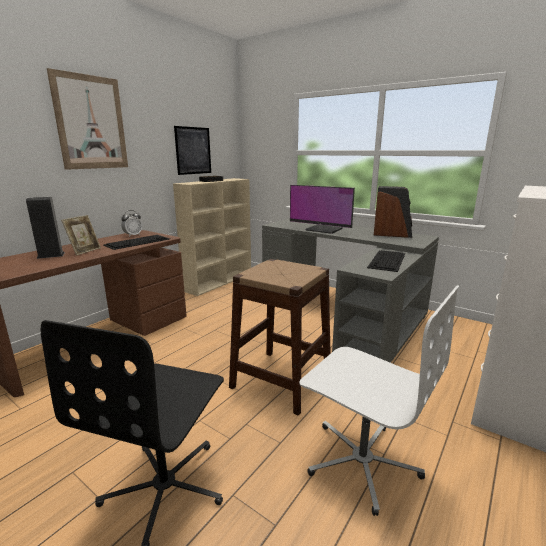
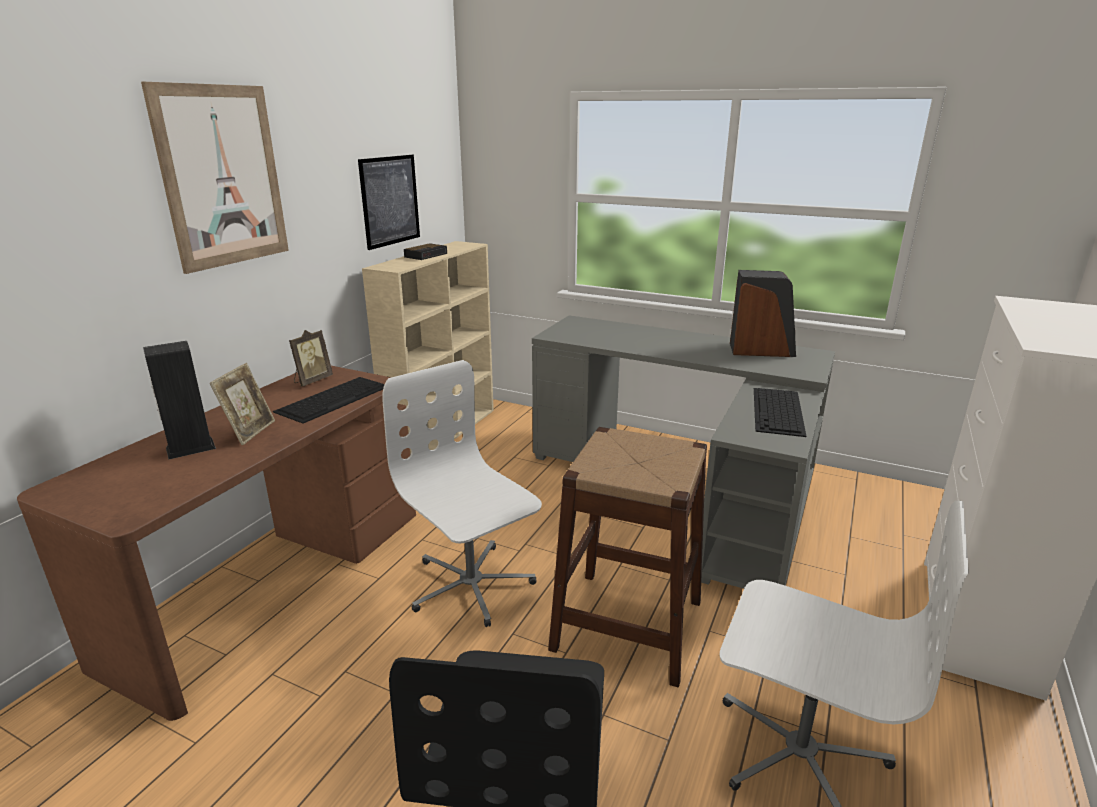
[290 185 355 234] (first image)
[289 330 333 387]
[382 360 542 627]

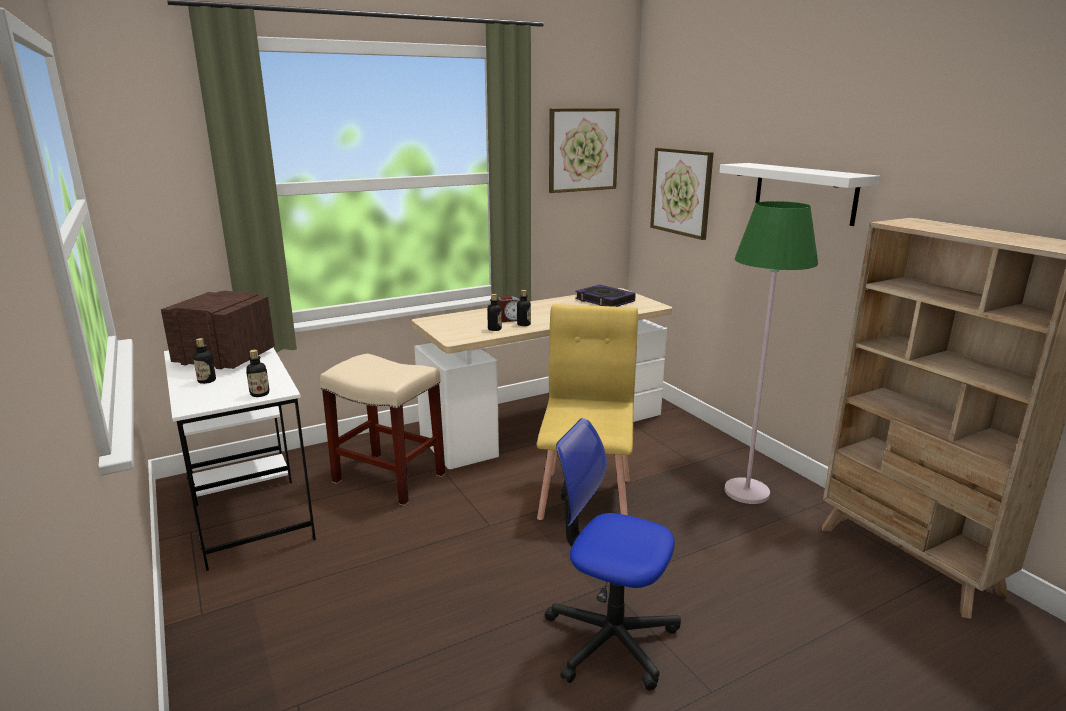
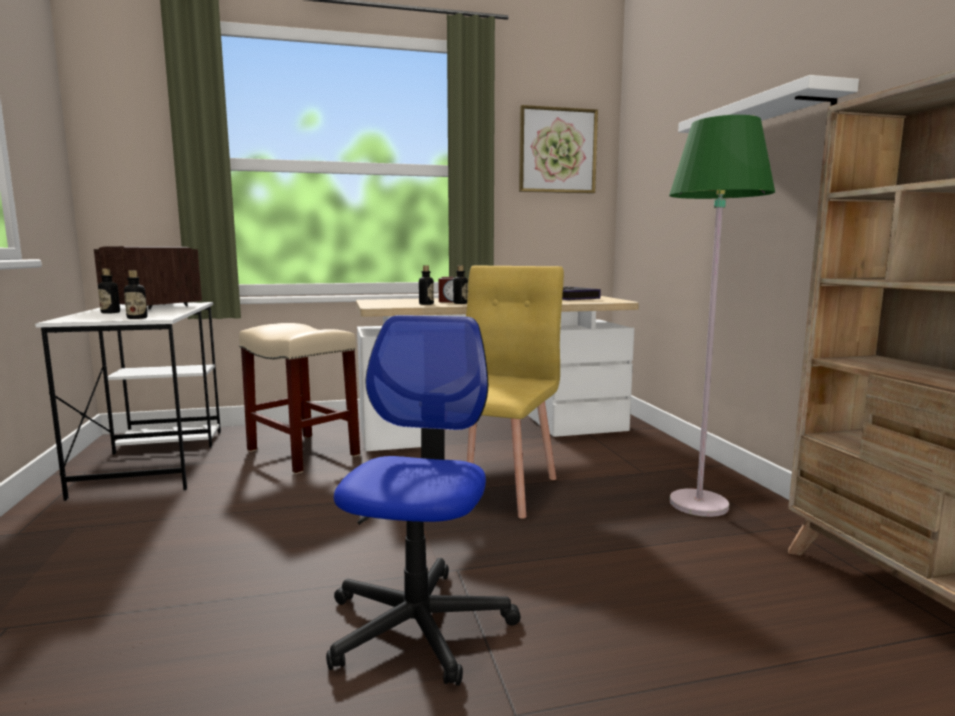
[650 148 714 240] (first image)
[326 315 521 686]

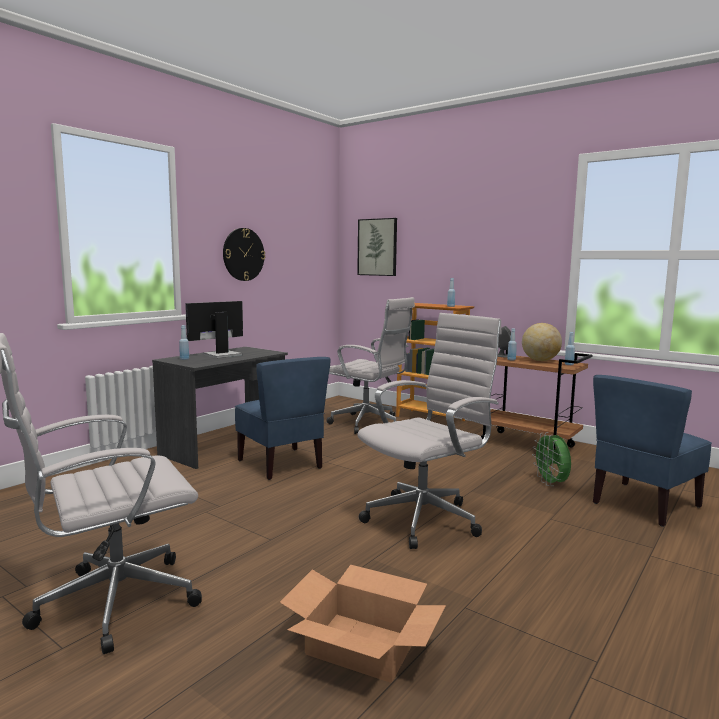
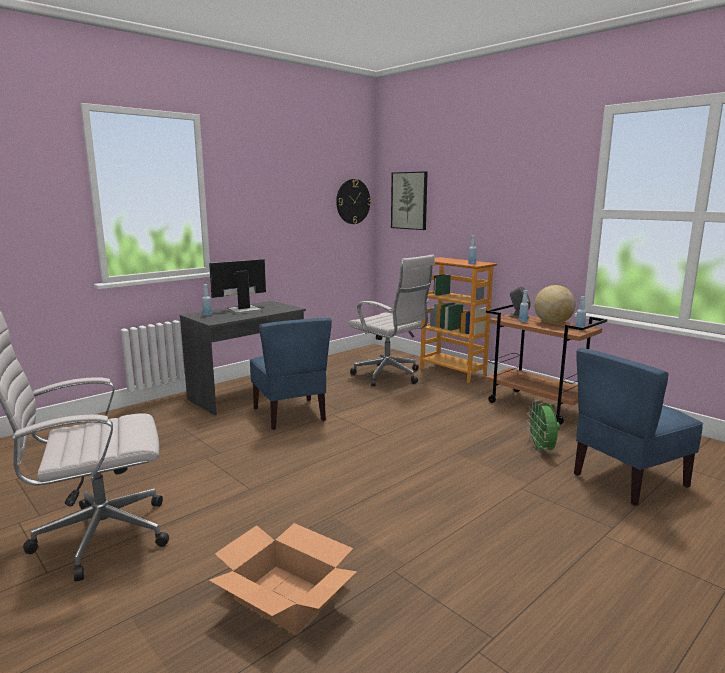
[336 179 371 224]
[357 313 502 549] (first image)

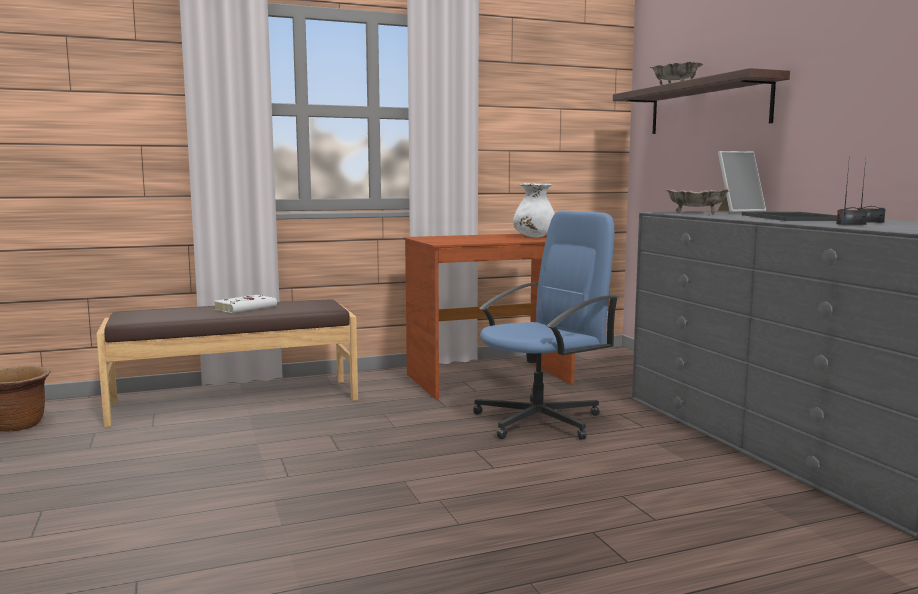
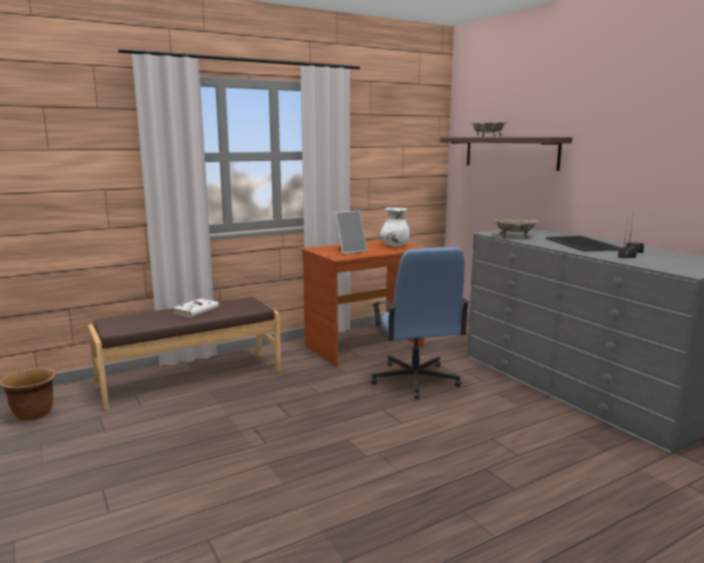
[335 210 367 254]
[371 247 469 399]

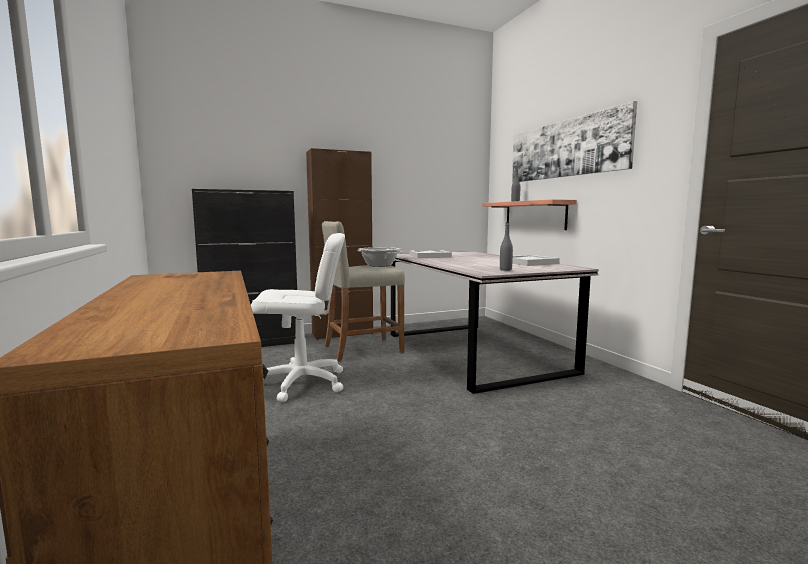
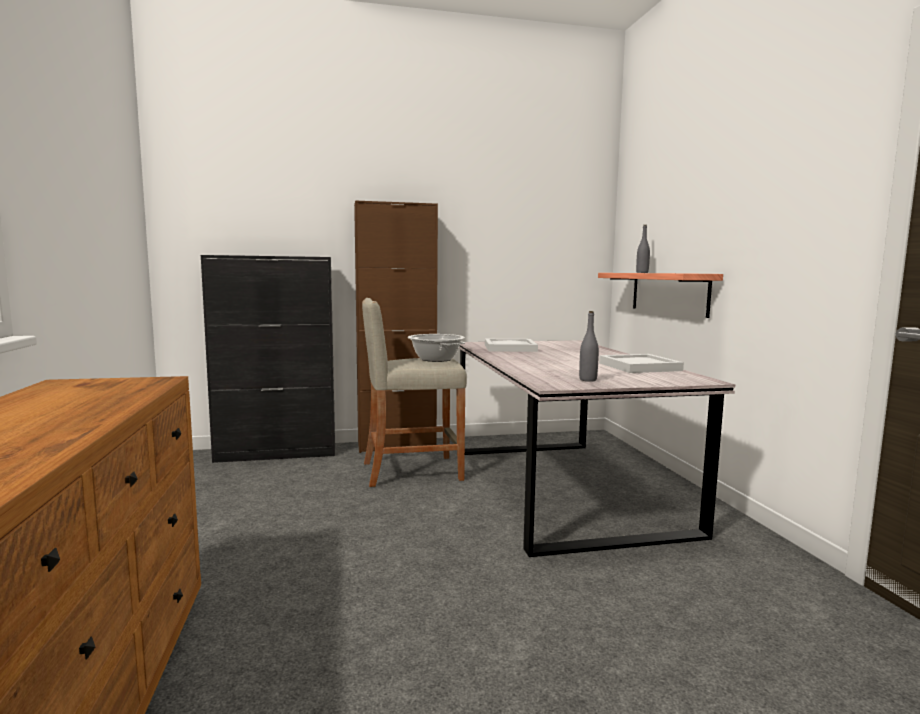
[512 101 637 182] (first image)
[251 233 345 402] (first image)

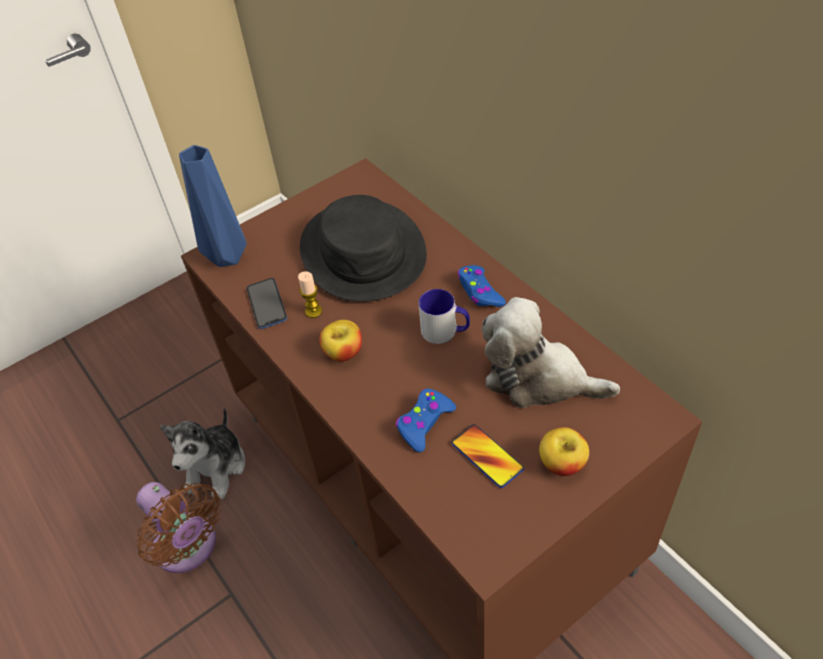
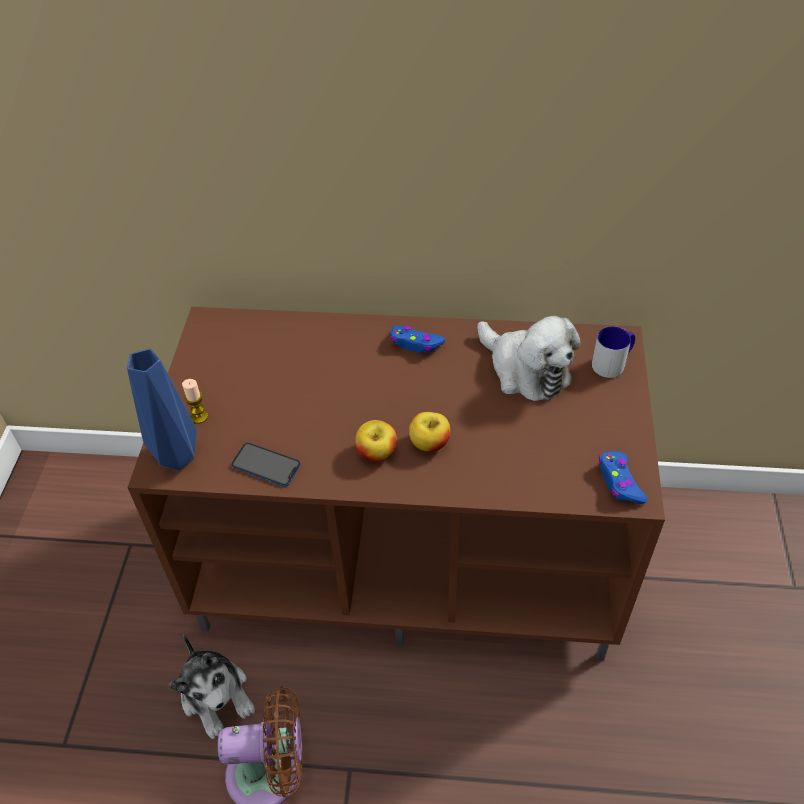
[300 195 427 302] (first image)
[182 379 208 424]
[592 326 635 378]
[477 316 581 401]
[599 451 647 504]
[451 424 524 488] (first image)
[408 412 450 452]

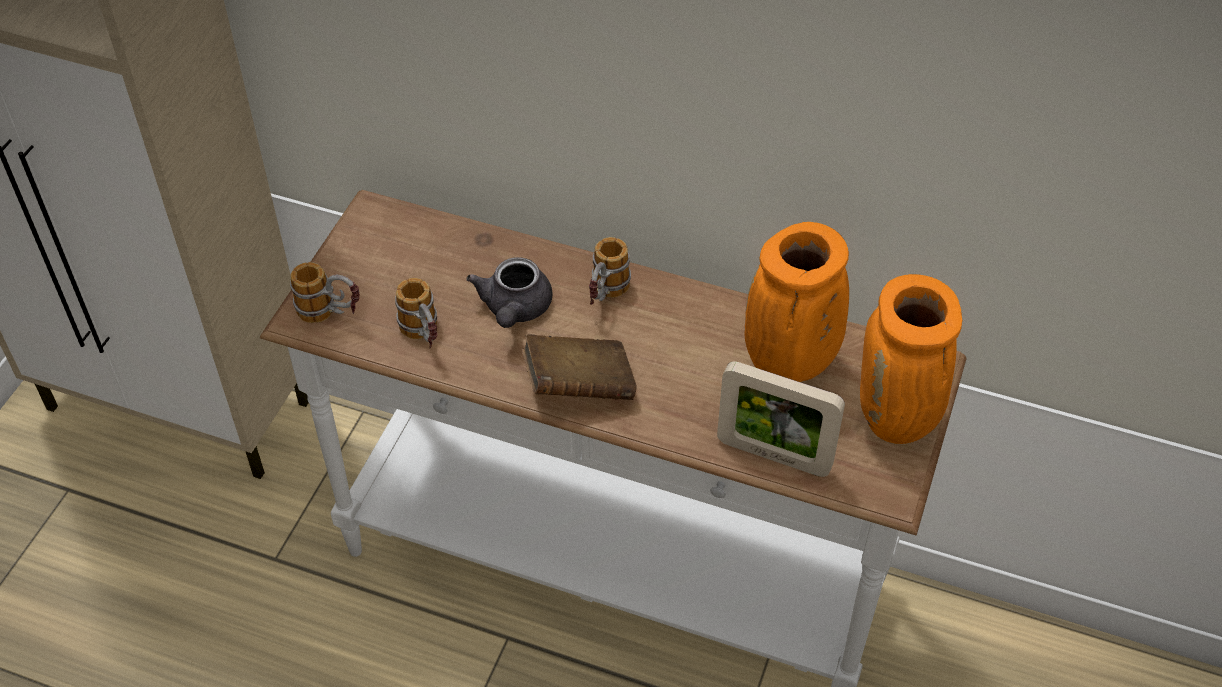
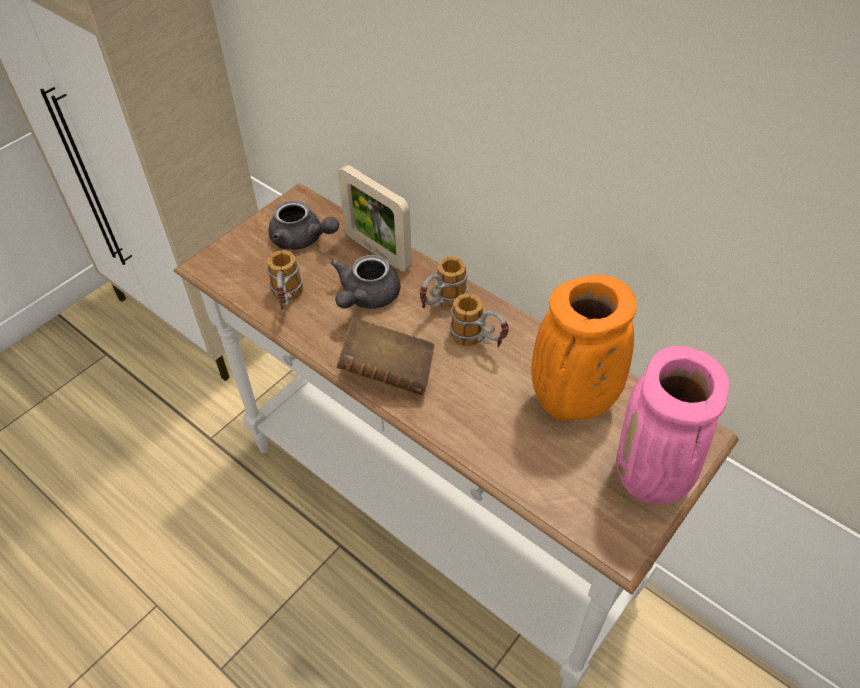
[450 293 509 347]
[616 346 729 505]
[338 165 412 272]
[269 200 339 250]

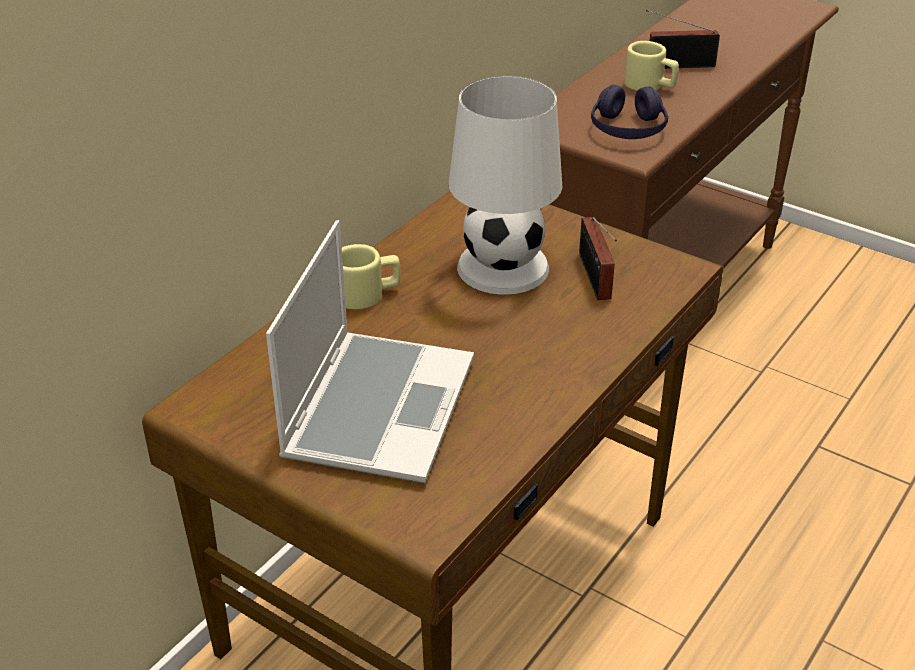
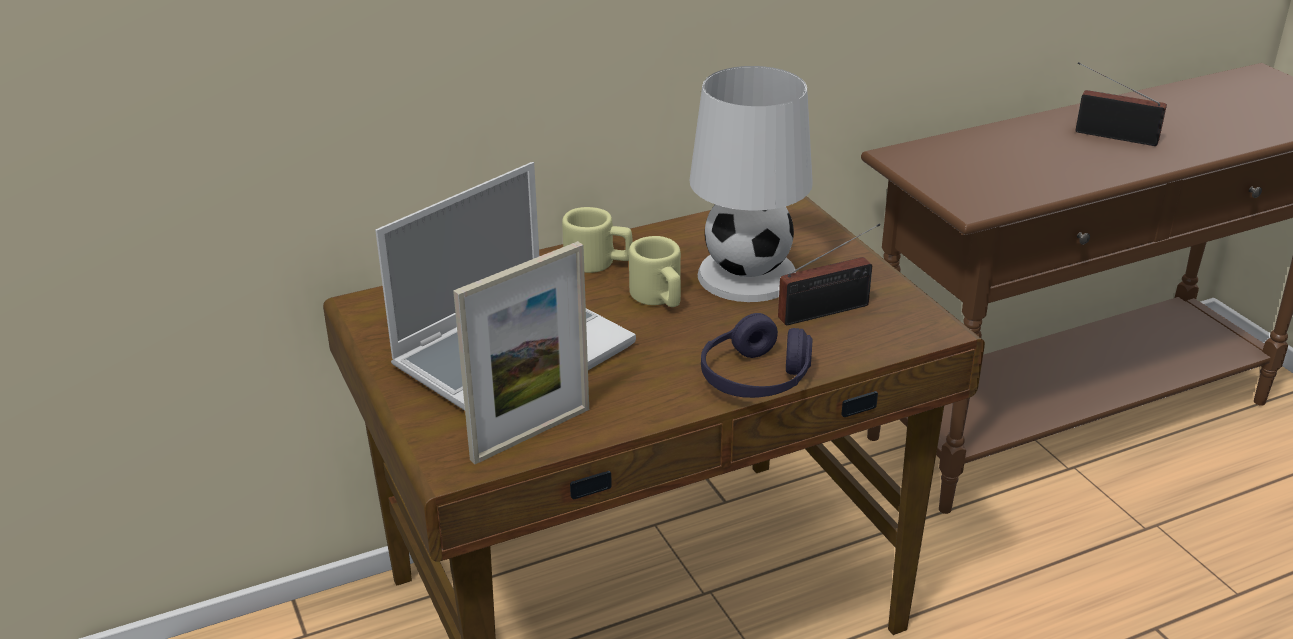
[629 236 681 307]
[701 313 812 398]
[778 224 880 325]
[453 241 589 464]

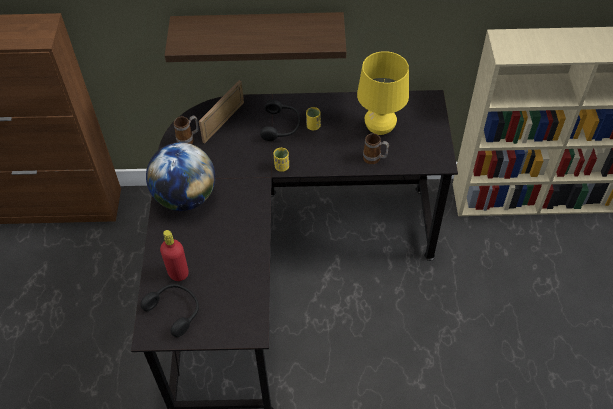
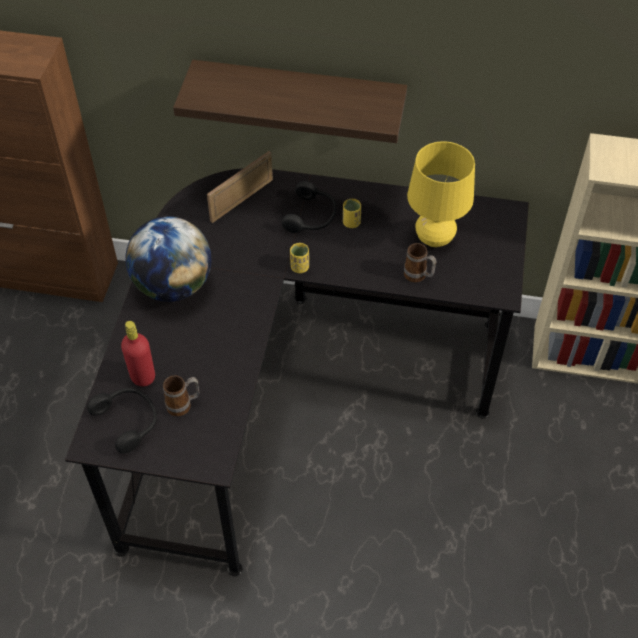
[163 375 199 416]

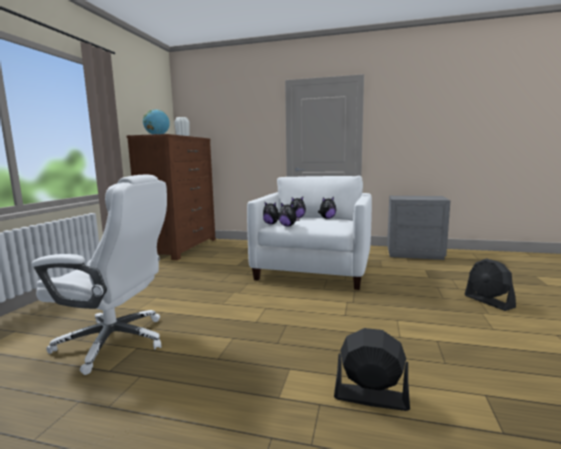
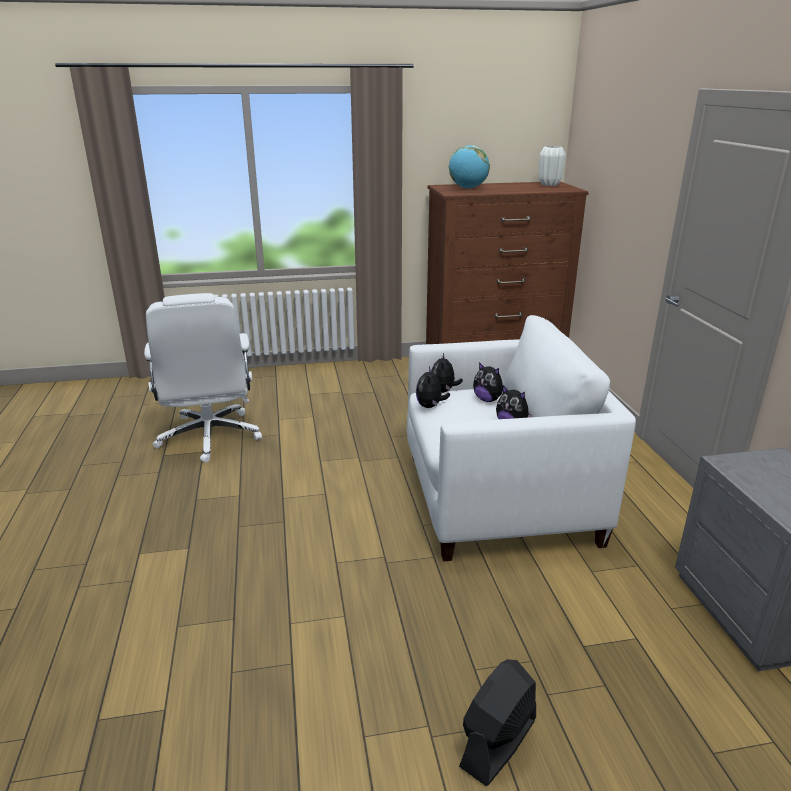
[334 328 410 411] (first image)

